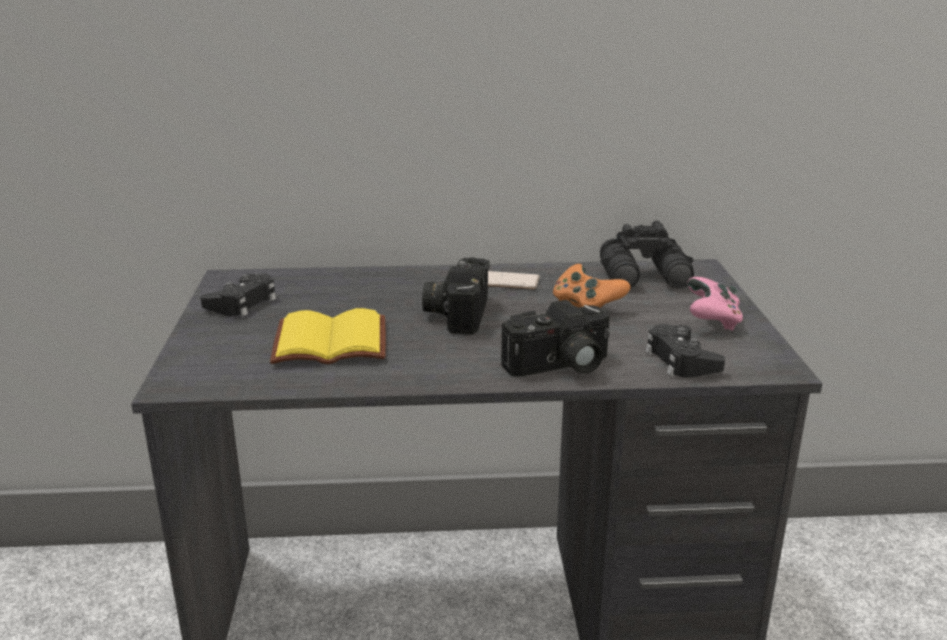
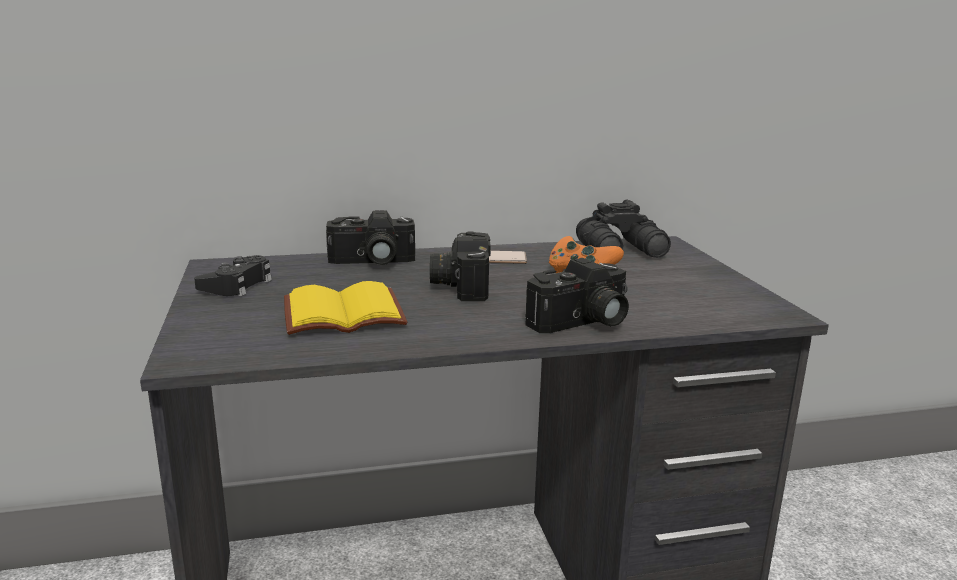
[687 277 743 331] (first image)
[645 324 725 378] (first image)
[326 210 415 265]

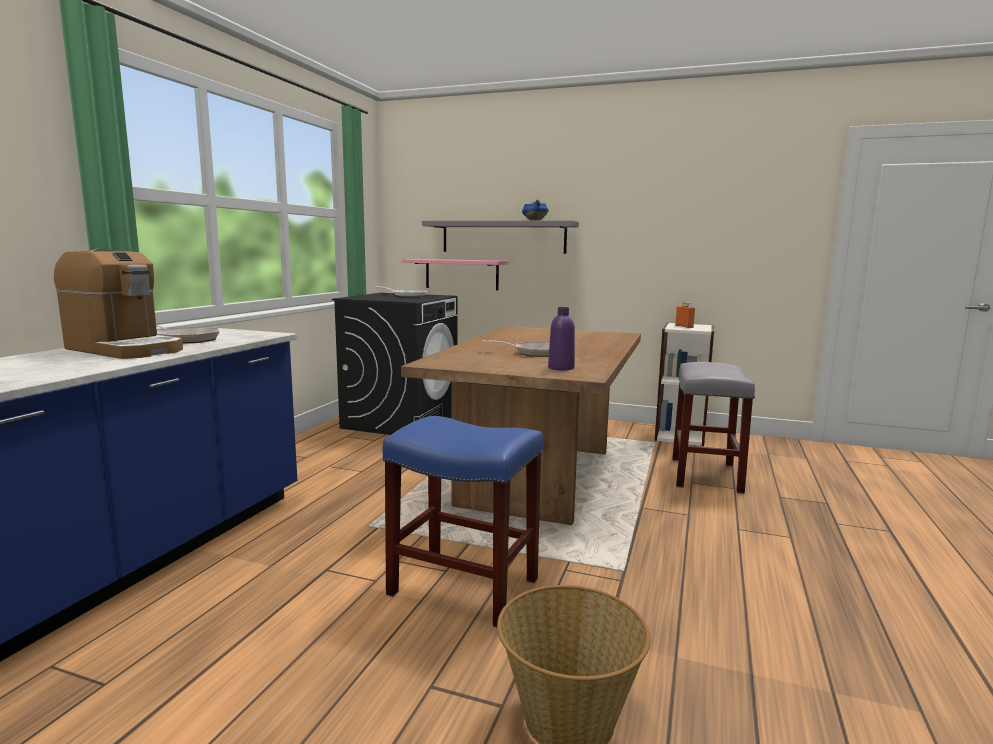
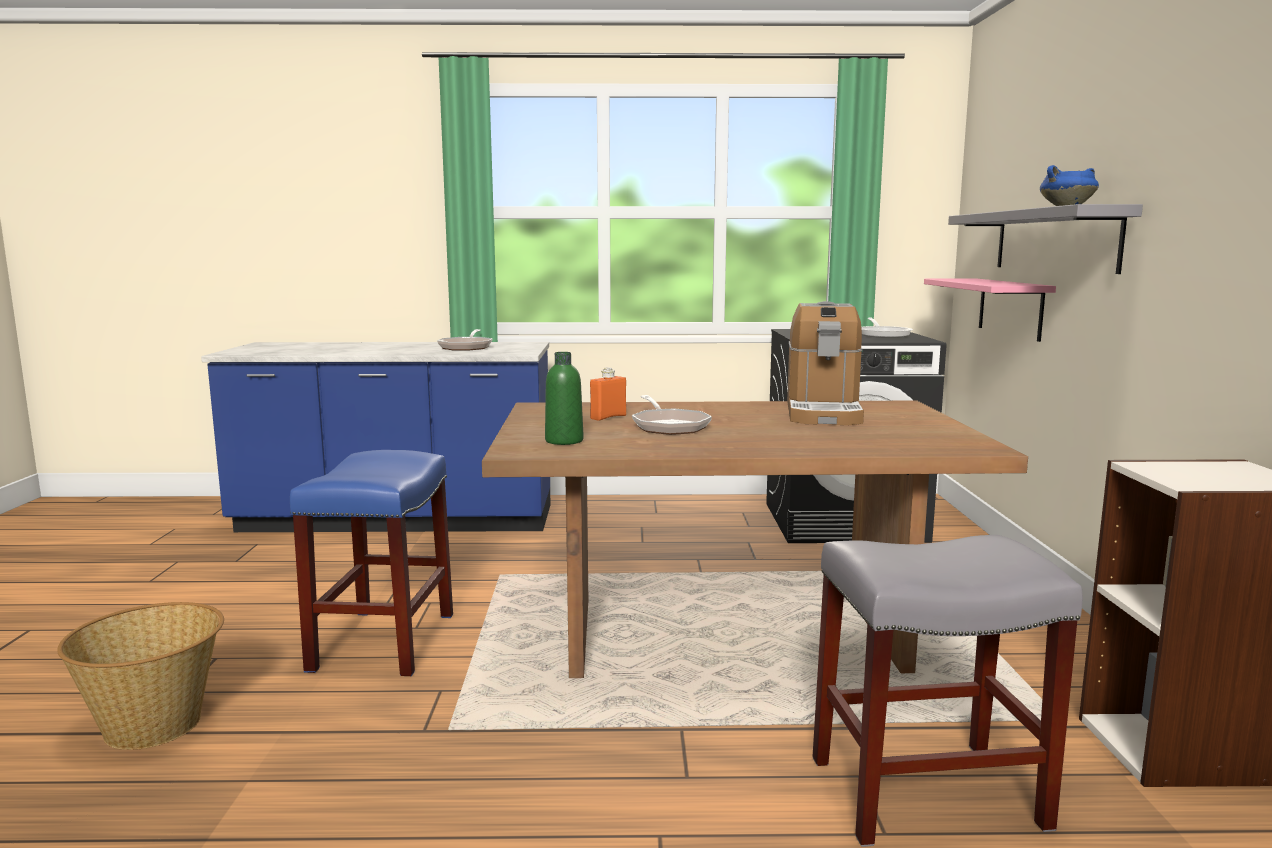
[787 301 864 425]
[590 368 626 421]
[545 352 583 445]

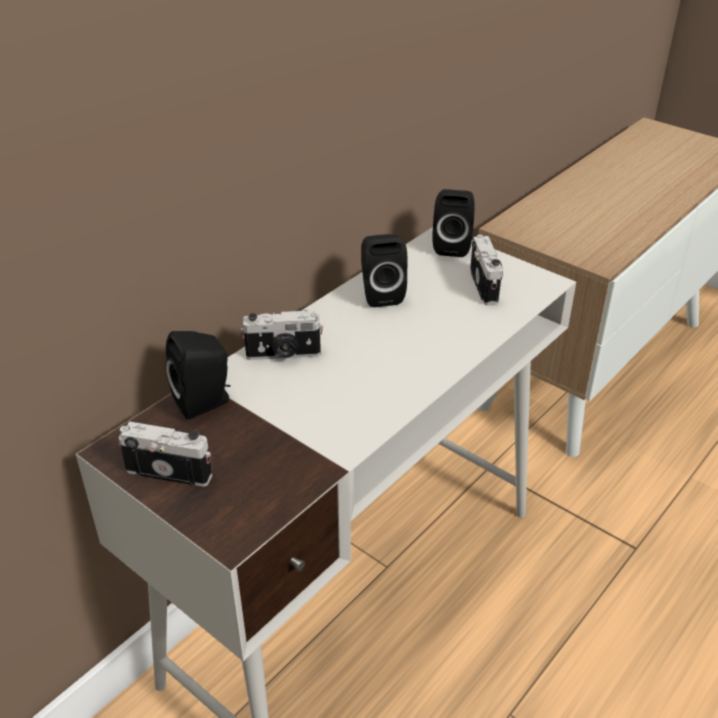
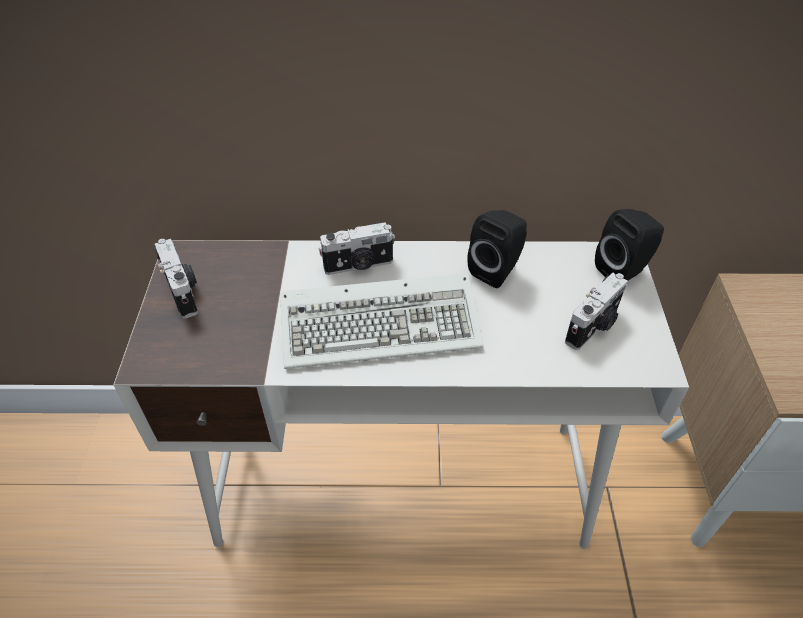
[318 222 395 275]
[165 331 231 419] (first image)
[280 273 483 369]

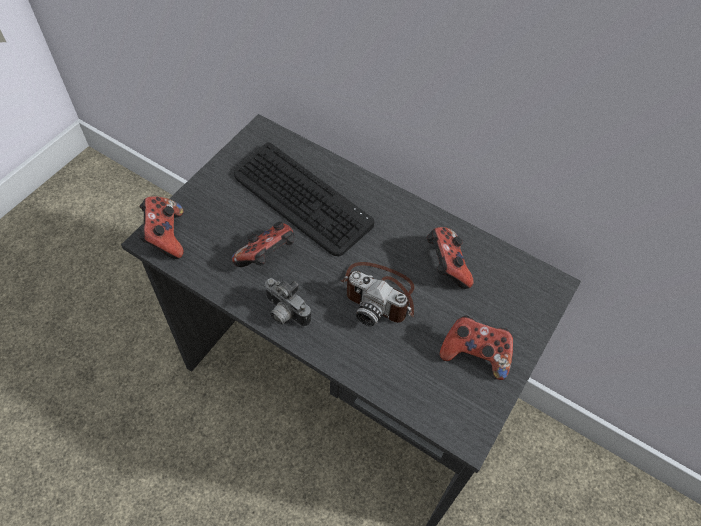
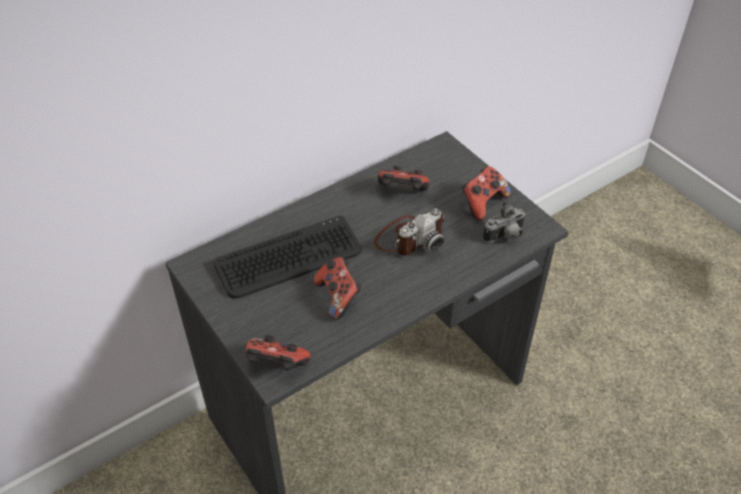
[483 200 526 243]

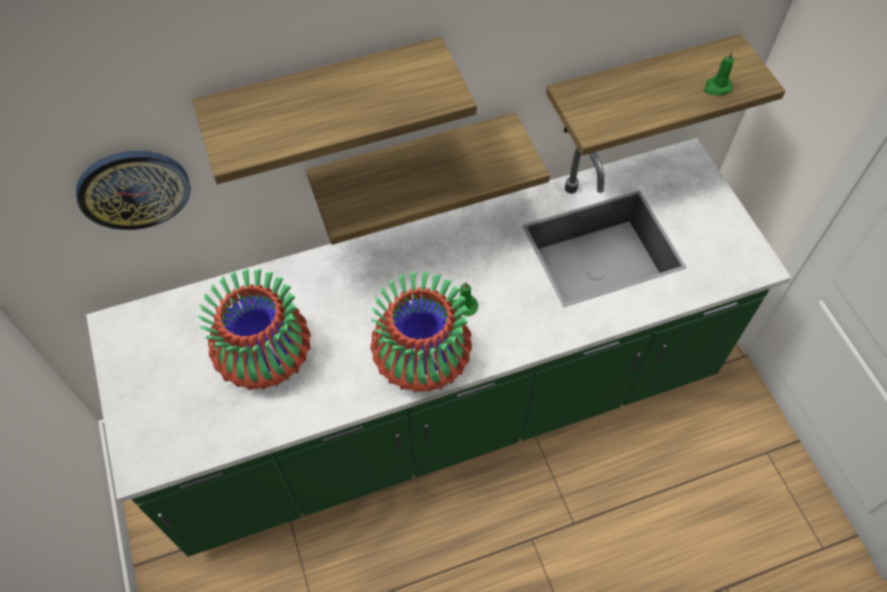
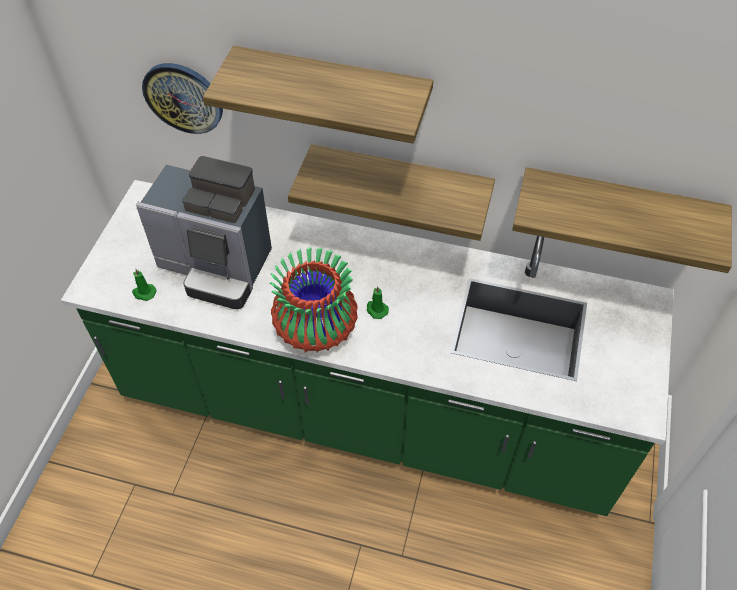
[132 268 156 301]
[136 156 272 309]

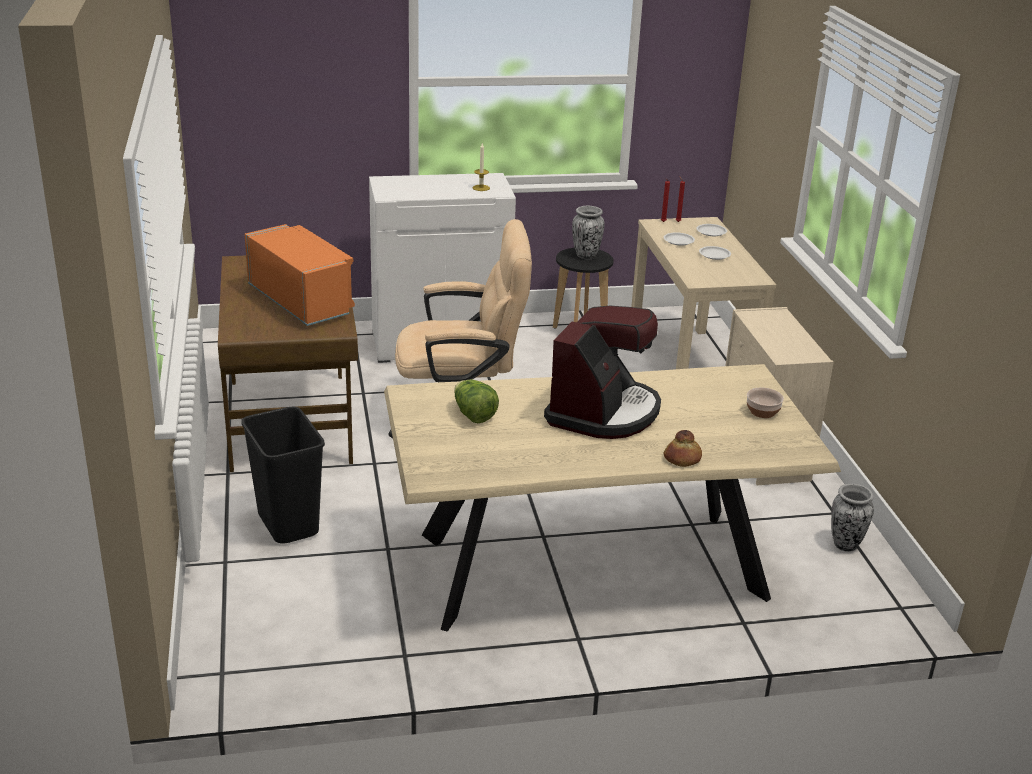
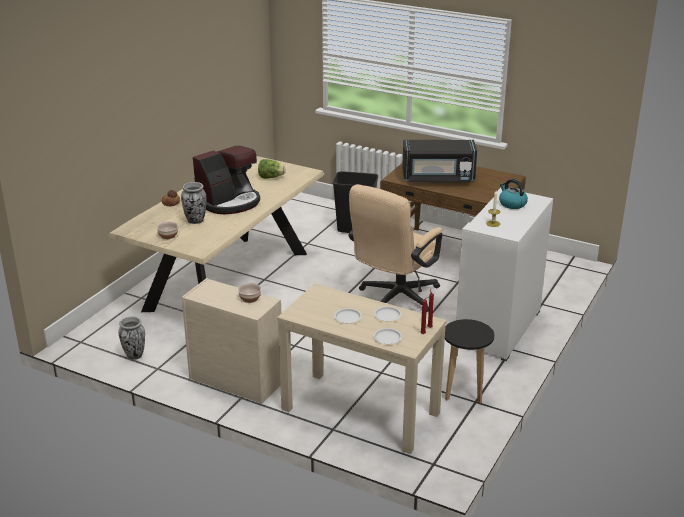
[181 182 207 224]
[402 140 477 182]
[193 146 260 214]
[499 179 528 209]
[238 283 261 303]

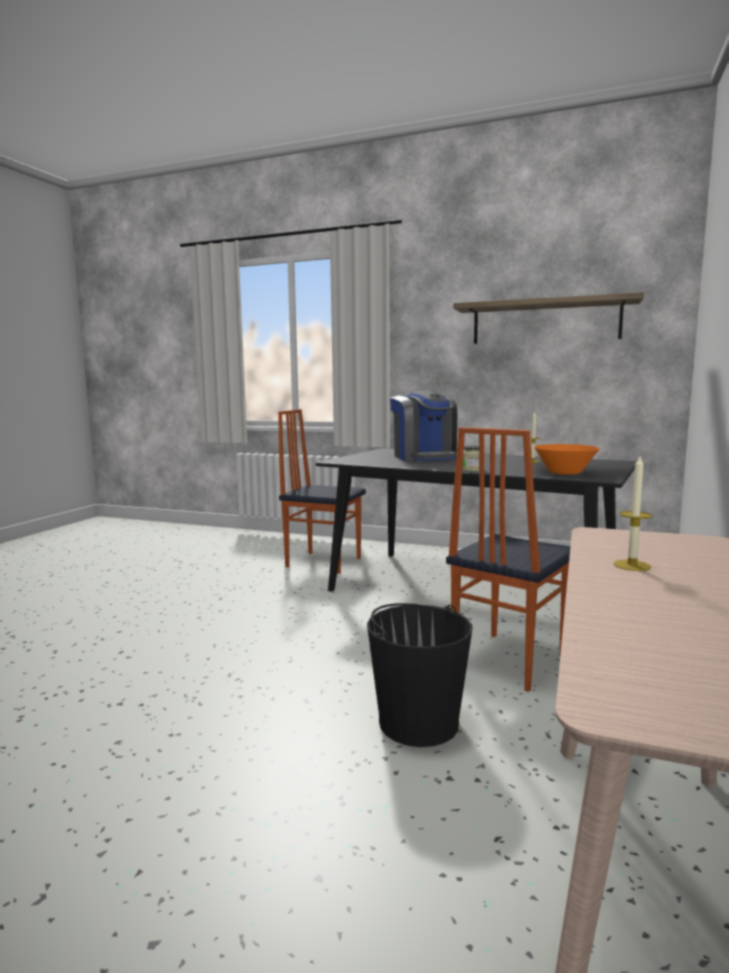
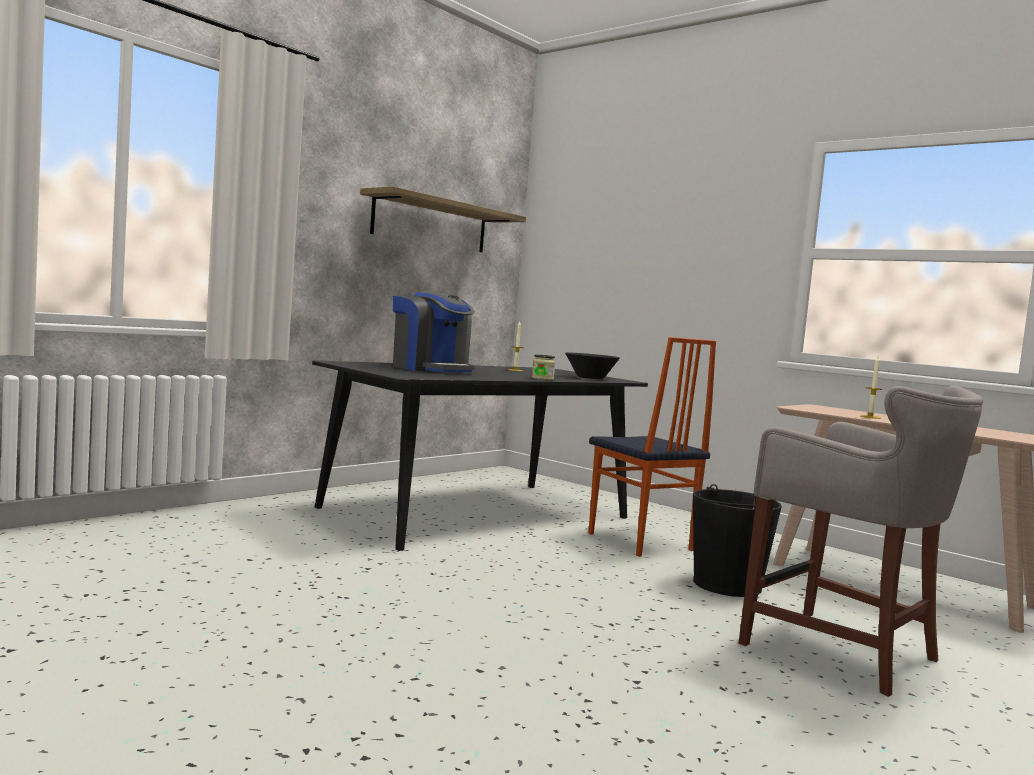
[393 291 475 372]
[278 409 366 574] (first image)
[565 353 620 379]
[739 386 983 697]

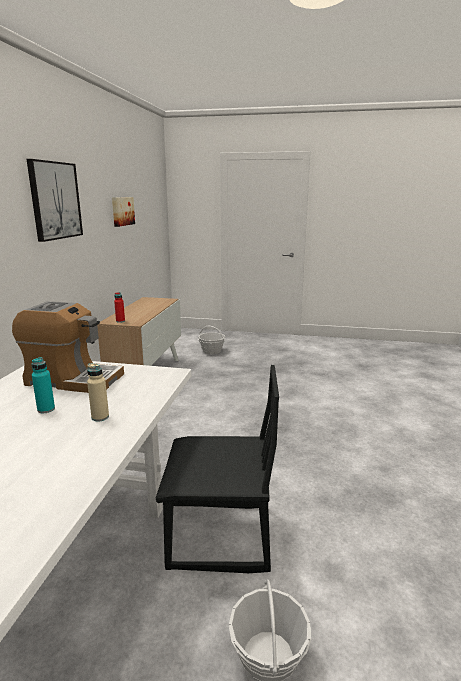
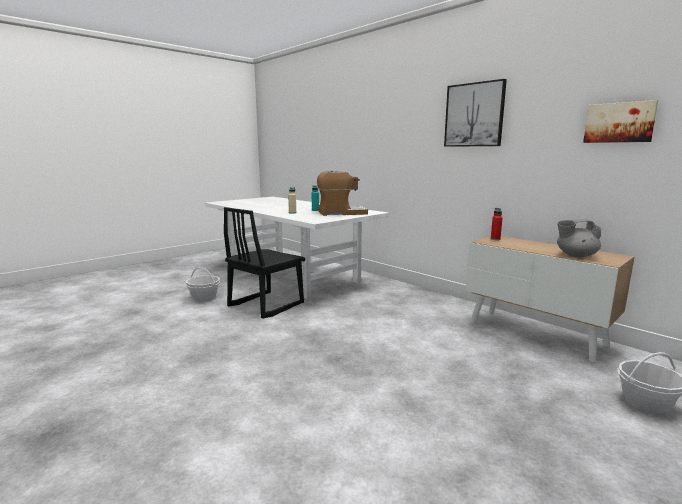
[317 171 368 216]
[557 219 601 258]

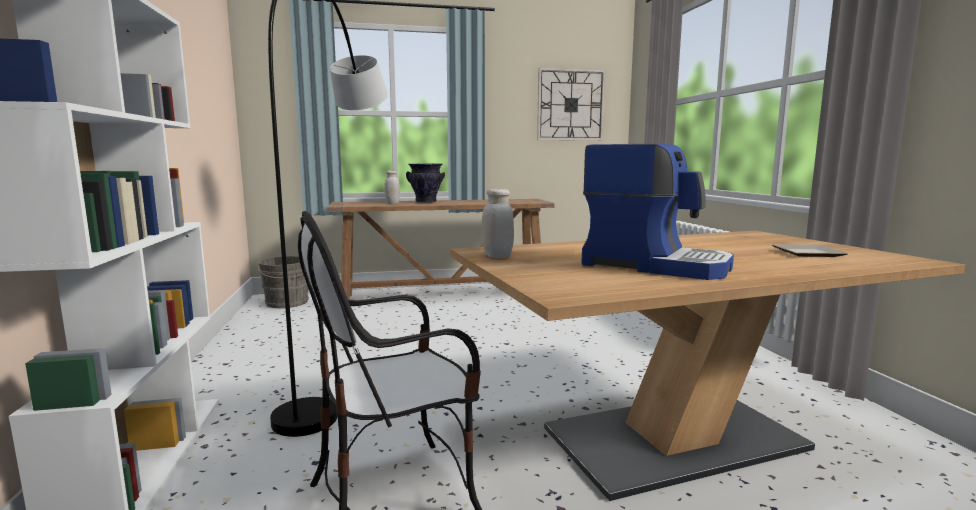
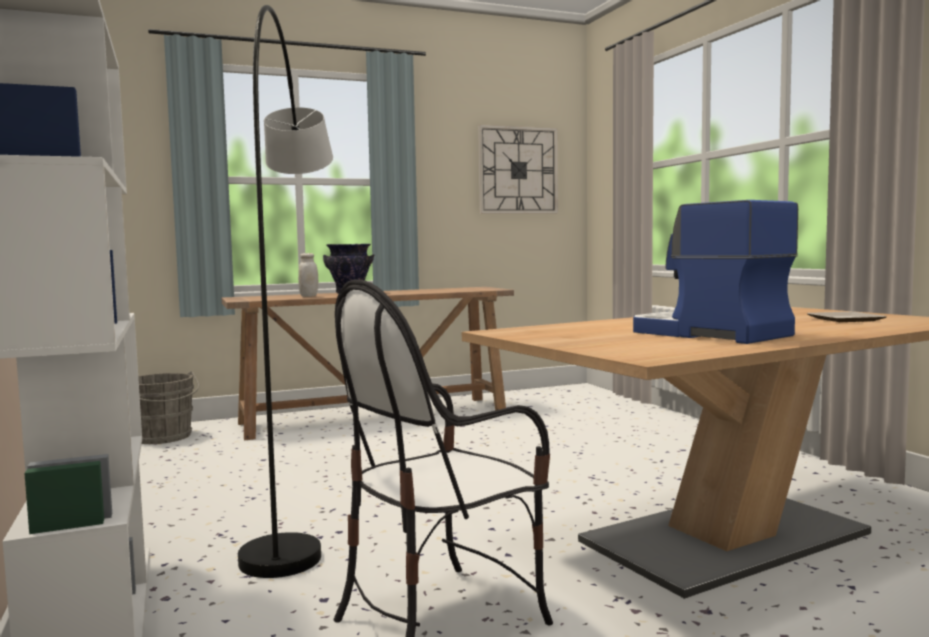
[633 200 798 344]
[482 189 514 258] (first image)

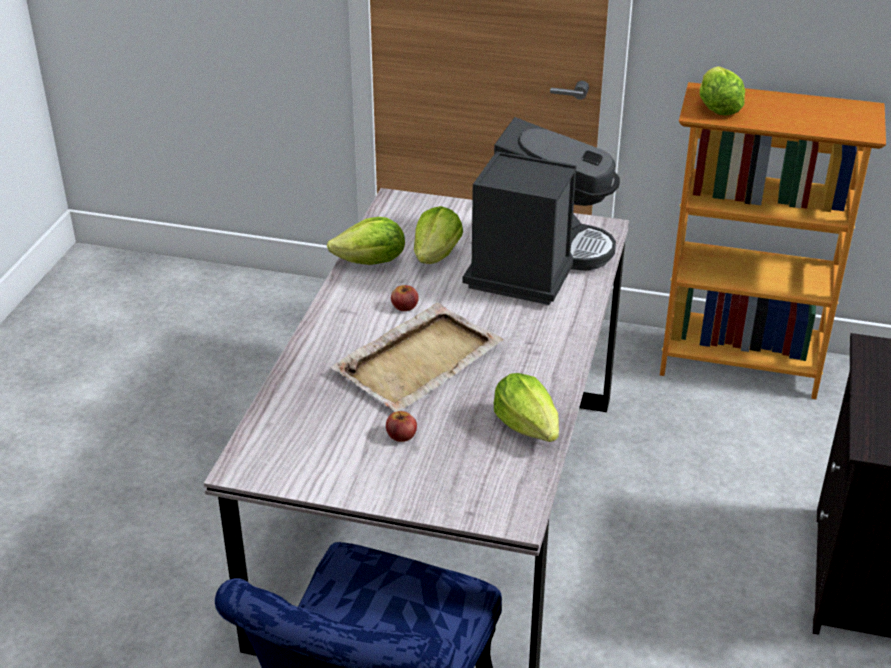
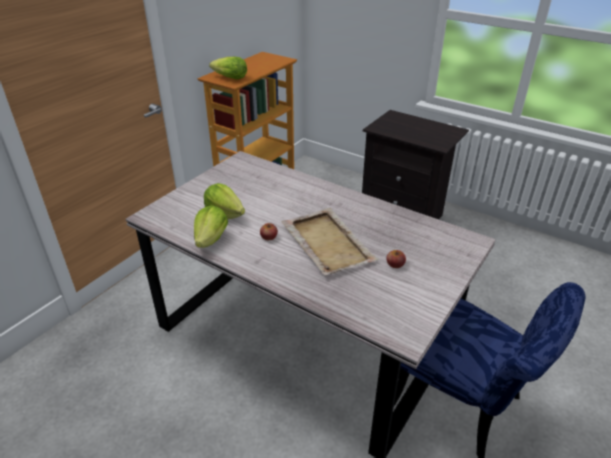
[462 117 620 305] (first image)
[494 373 559 442] (first image)

